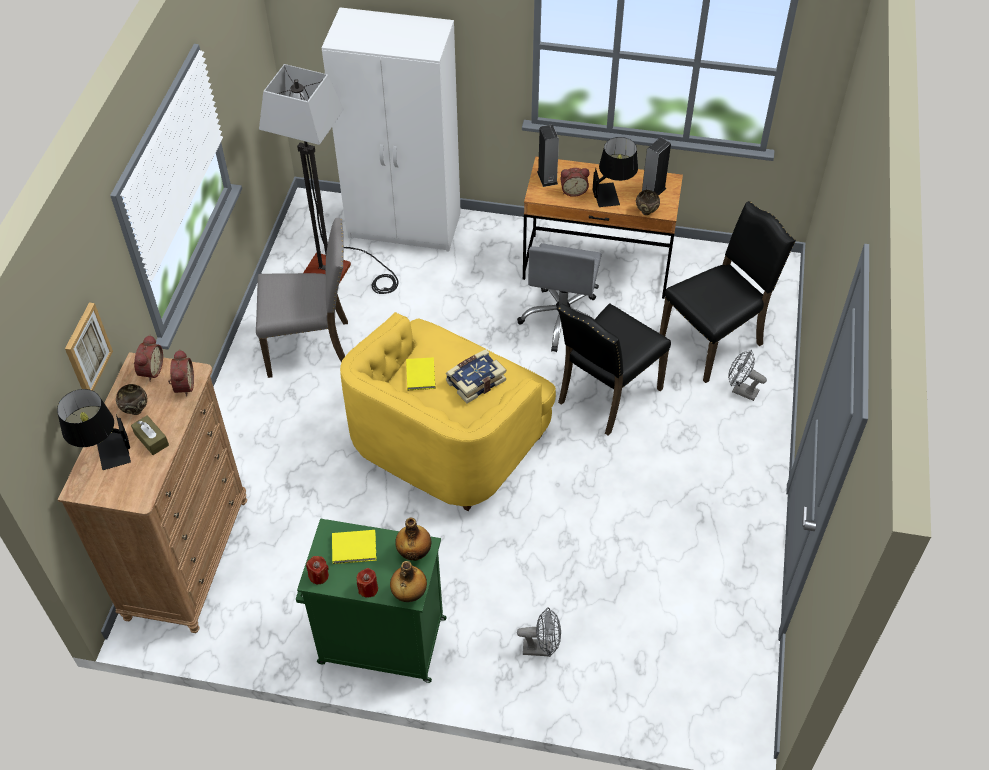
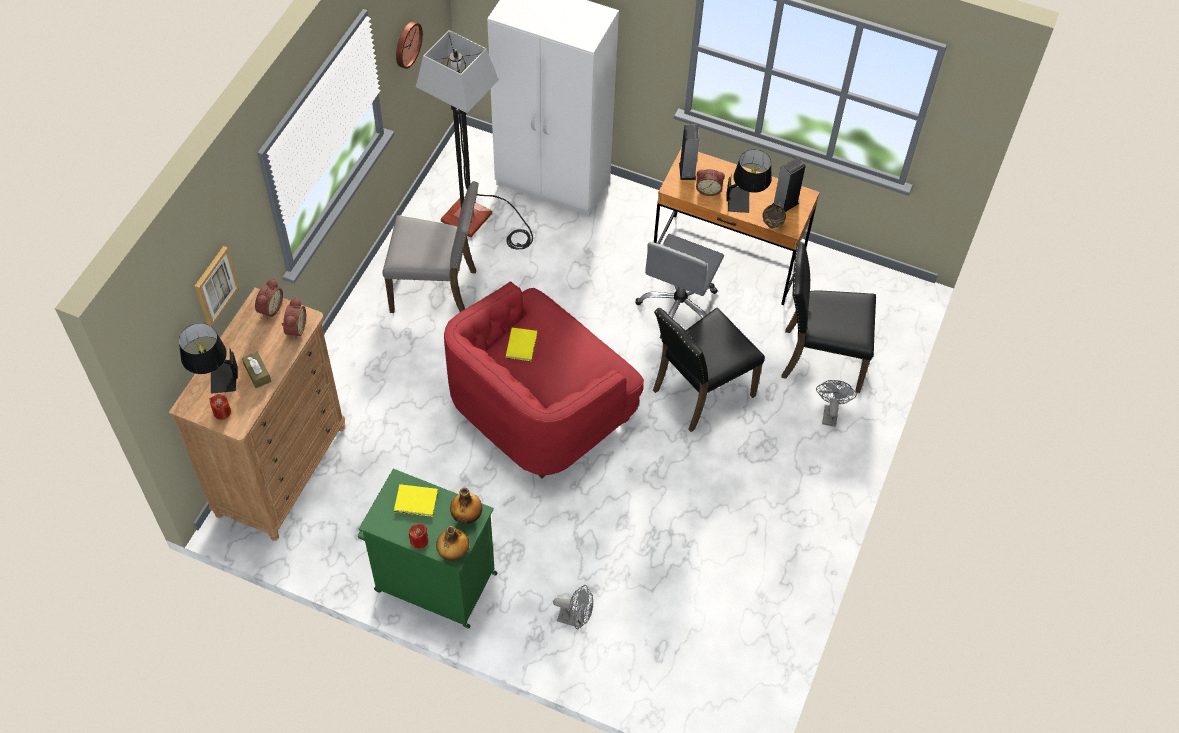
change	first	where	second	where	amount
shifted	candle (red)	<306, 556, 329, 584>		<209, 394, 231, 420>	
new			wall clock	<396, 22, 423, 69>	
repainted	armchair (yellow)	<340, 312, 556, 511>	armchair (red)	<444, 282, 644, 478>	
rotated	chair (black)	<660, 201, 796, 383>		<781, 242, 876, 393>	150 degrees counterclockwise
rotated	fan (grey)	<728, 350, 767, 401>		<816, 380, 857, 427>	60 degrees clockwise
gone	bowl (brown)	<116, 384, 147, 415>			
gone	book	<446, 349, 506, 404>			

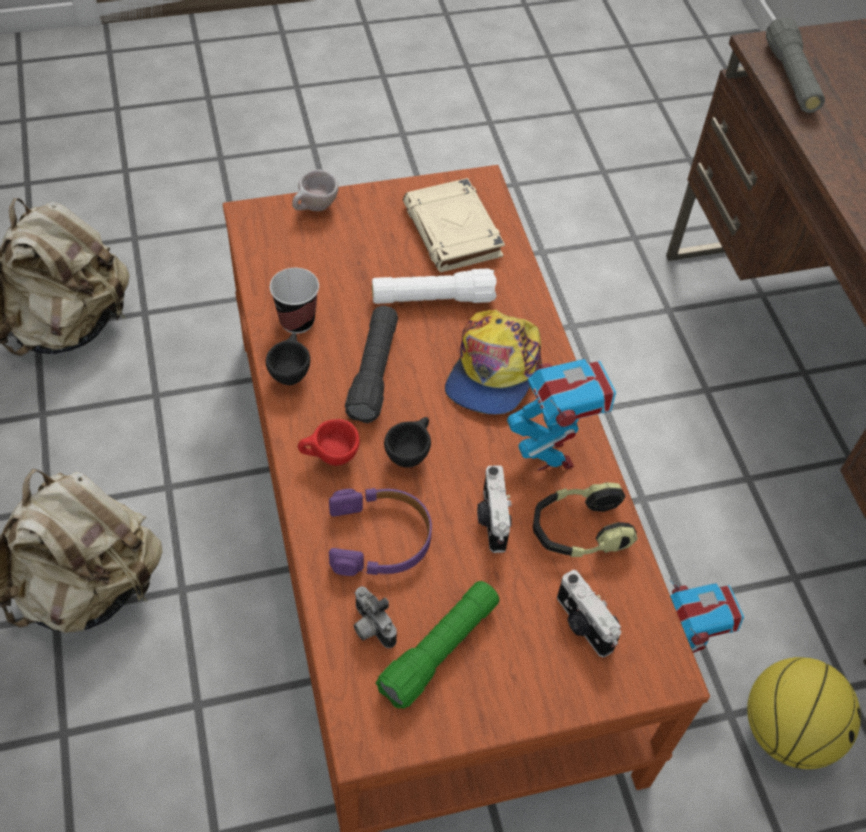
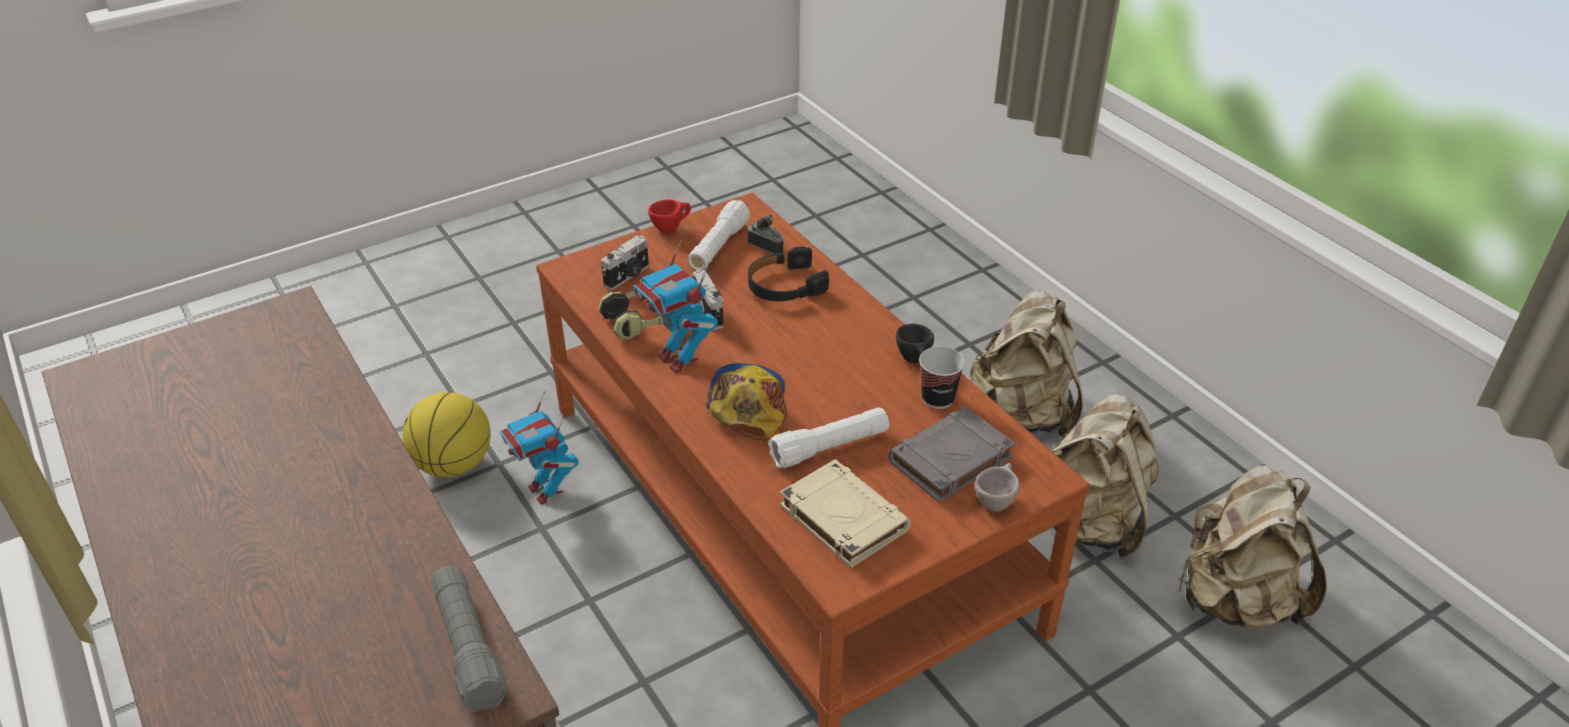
change	first	where	second	where	amount
rotated	photo camera	<557, 570, 621, 657>		<601, 235, 649, 290>	90 degrees clockwise
shifted	cup (red)	<298, 419, 360, 466>		<648, 199, 691, 233>	
repainted	flashlight (green)	<375, 581, 499, 709>	flashlight (white)	<688, 200, 750, 270>	
repainted	headphones (purple)	<329, 488, 432, 576>	headphones (black)	<748, 247, 829, 301>	
new			book (grey)	<888, 406, 1015, 502>	
new			backpack (beige)	<1051, 394, 1159, 559>	
gone	flashlight (black)	<345, 306, 398, 423>			
gone	cup (black)	<384, 417, 431, 468>			

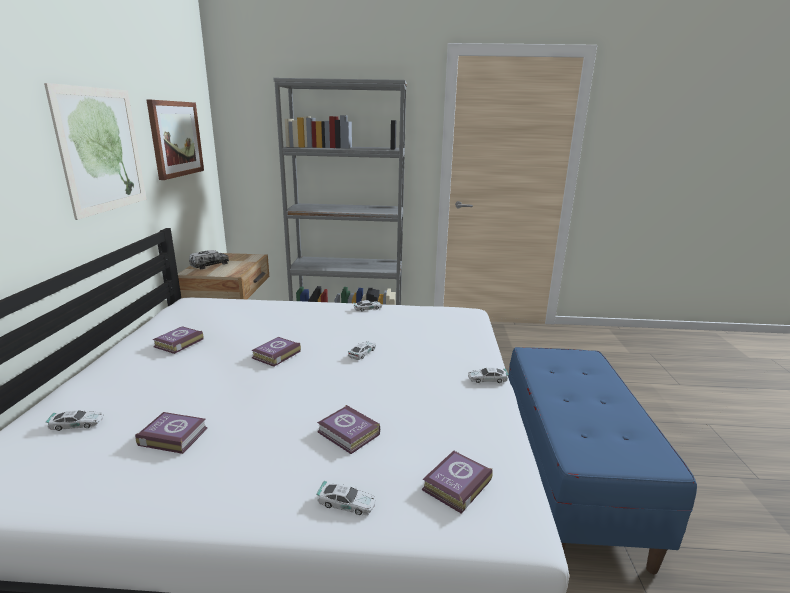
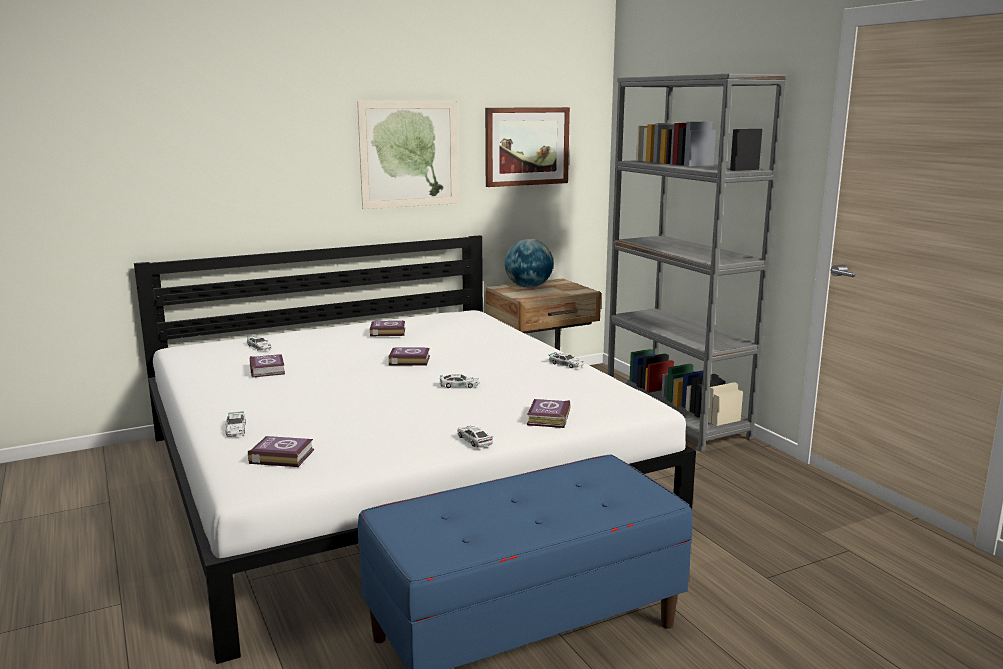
change	first	where	second	where	amount
swapped	toy truck	<189, 250, 229, 269>	globe	<505, 239, 553, 288>	
shifted	book	<317, 405, 380, 454>		<527, 399, 571, 428>	

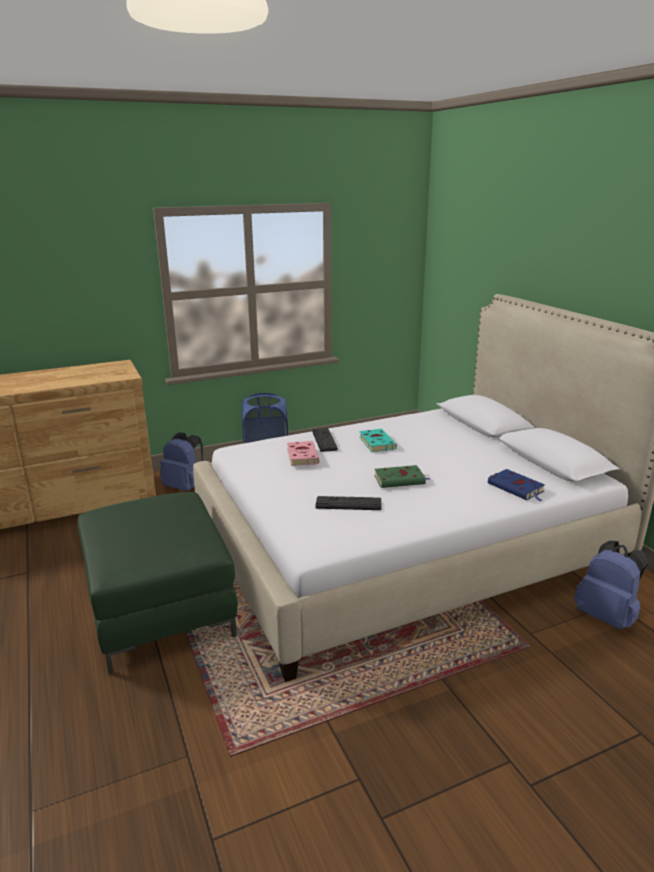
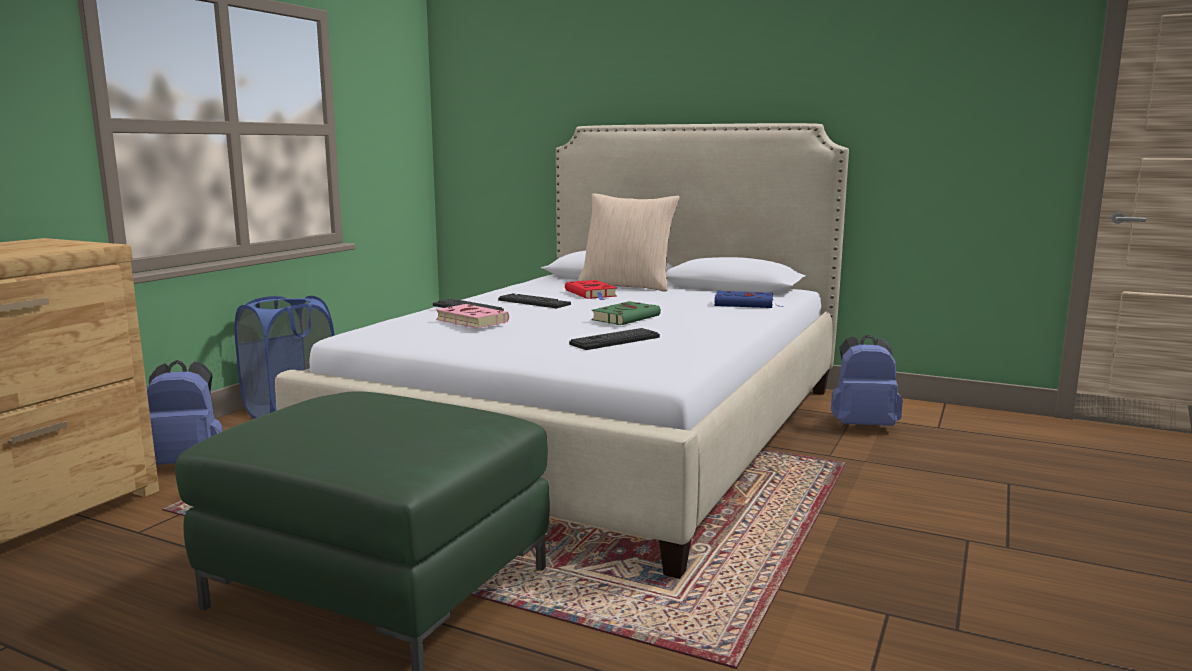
change	first	where	second	where	amount
swapped	book (turquoise)	<359, 429, 397, 452>	keyboard	<498, 293, 571, 308>	
new			book (red)	<565, 280, 617, 300>	
new			pillow (beige)	<578, 194, 680, 292>	

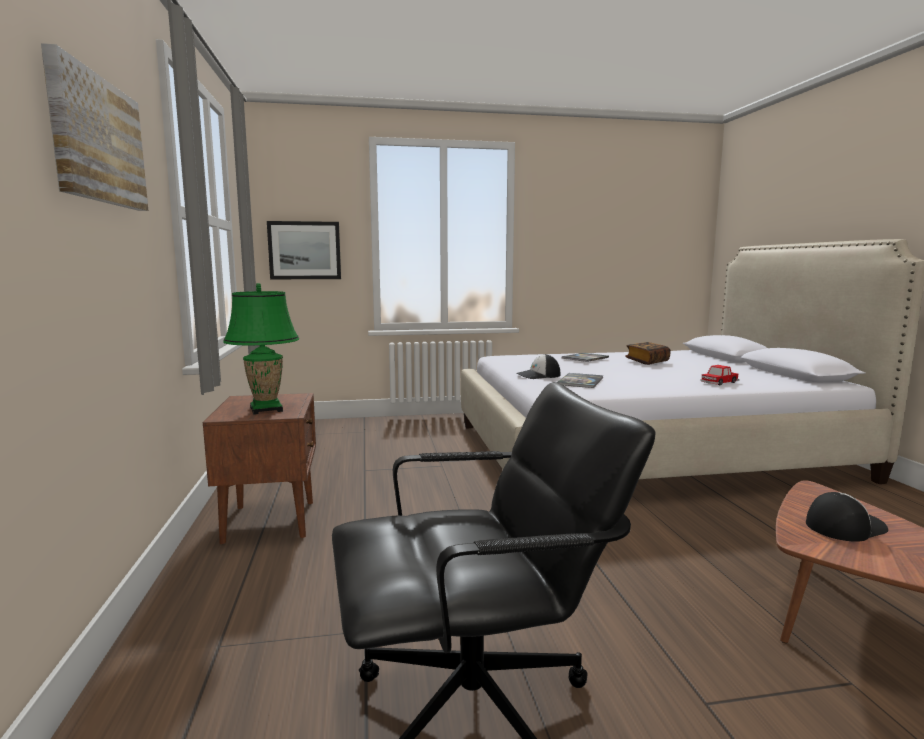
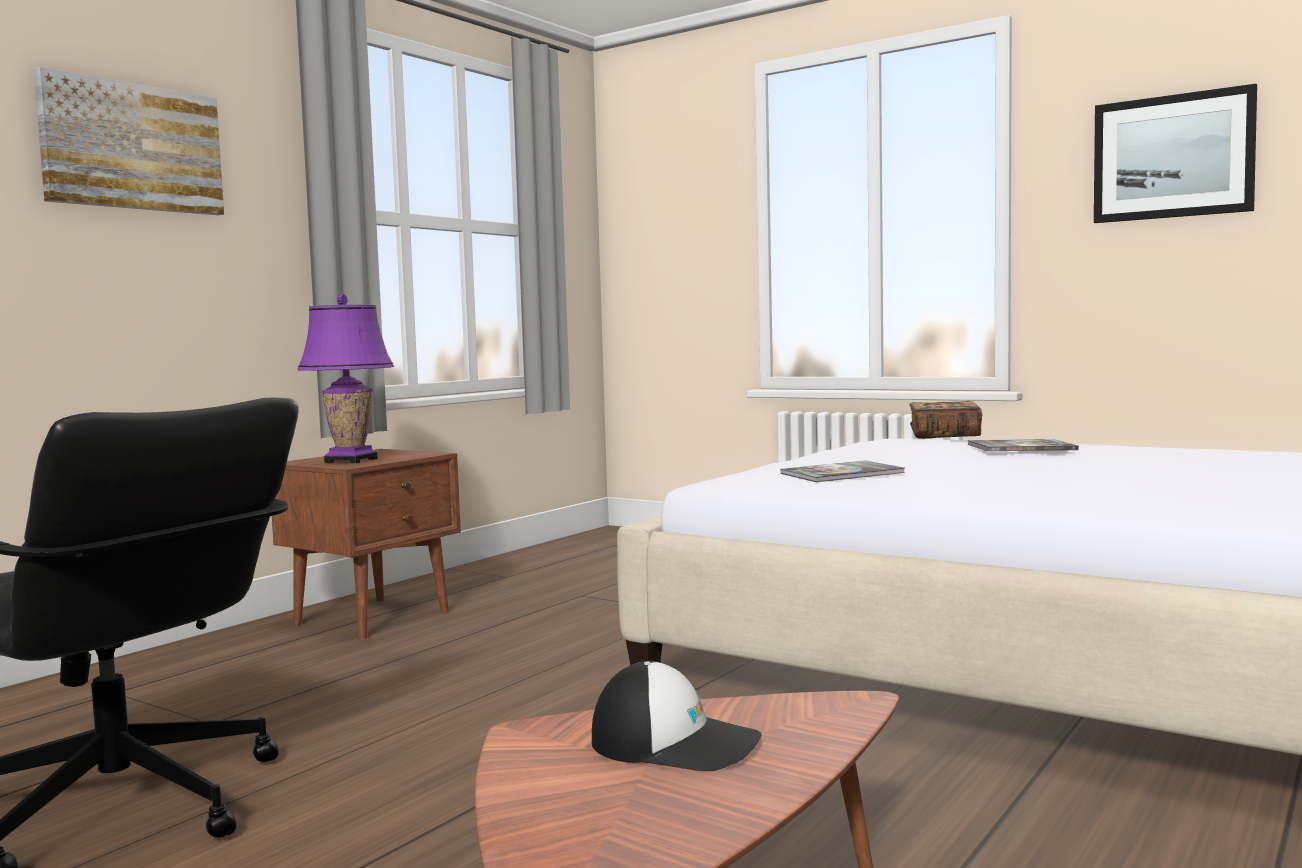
change	first	where	second	where	amount
repainted	table lamp (green)	<223, 283, 299, 415>	table lamp (purple)	<297, 294, 394, 463>	
shifted	book	<625, 342, 671, 365>		<909, 401, 982, 439>	
shifted	picture	<267, 221, 341, 279>		<1094, 84, 1257, 223>	
gone	cap	<516, 354, 560, 379>			
gone	toy car	<700, 365, 739, 385>			

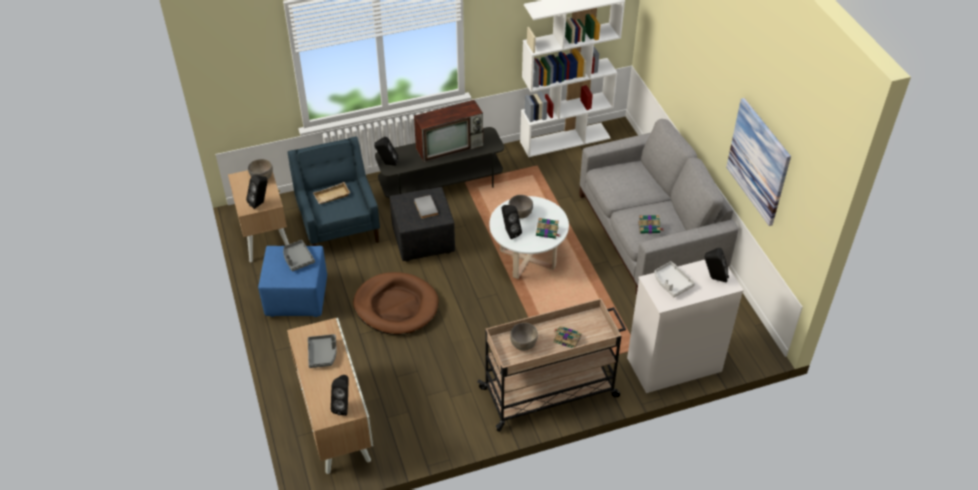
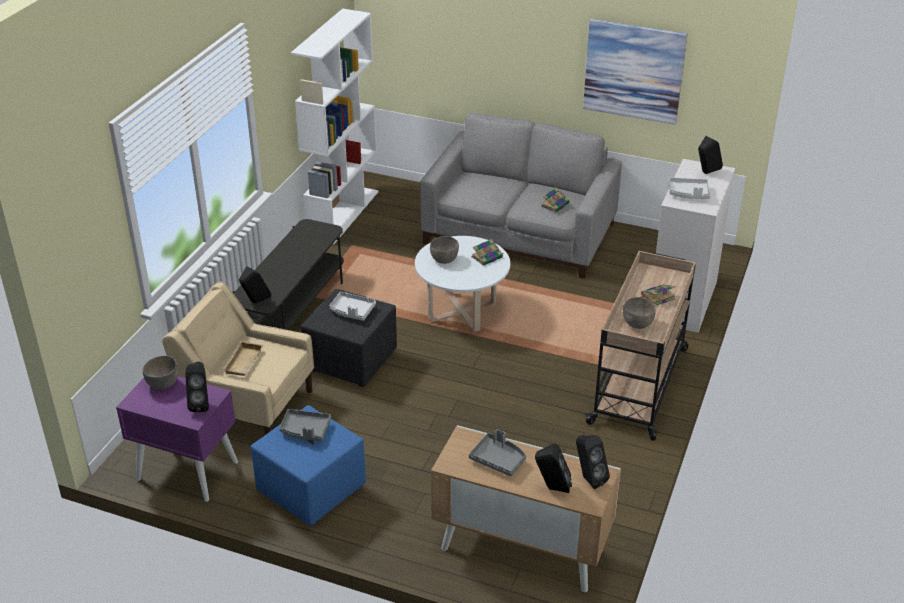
change	first	where	second	where	amount
repainted	nightstand (beige)	<228, 170, 289, 262>	nightstand (purple)	<116, 376, 238, 502>	
repainted	armchair (blue)	<288, 136, 380, 246>	armchair (beige)	<162, 282, 314, 435>	
swapped	book (grey)	<414, 195, 439, 219>	tray (grey)	<330, 292, 376, 321>	
shifted	speaker (black)	<501, 205, 522, 239>		<535, 443, 572, 493>	
gone	dog bed (brown)	<353, 272, 439, 335>			
gone	television	<414, 100, 483, 162>			

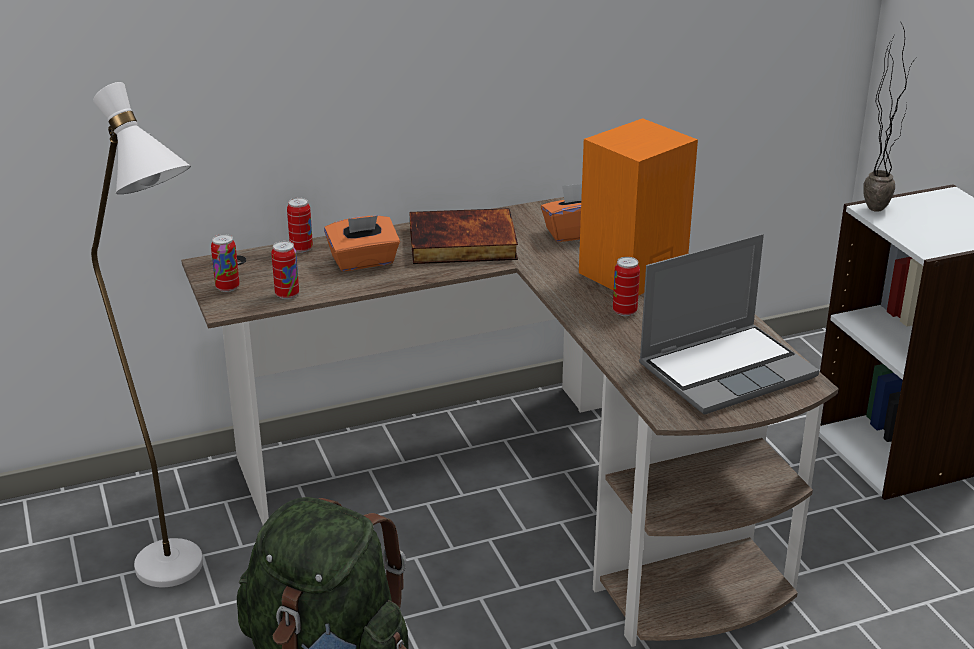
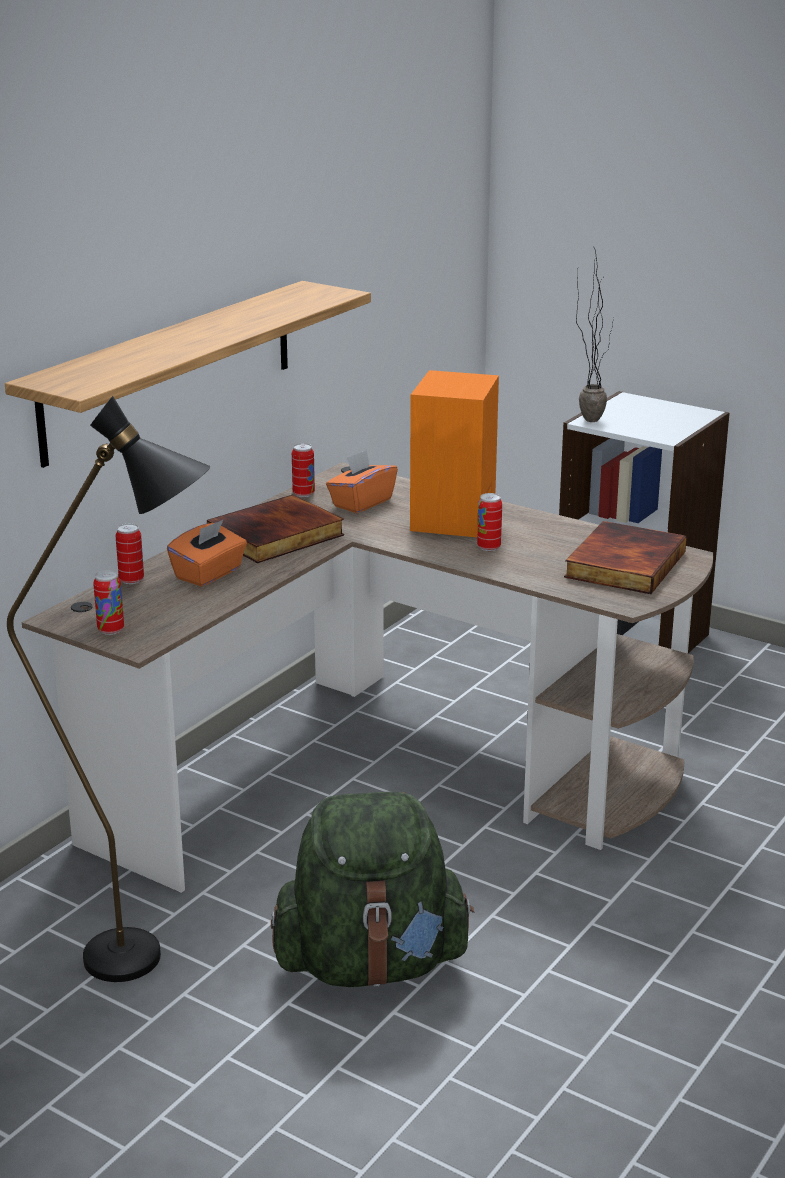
change	first	where	second	where	amount
new			shelf	<5, 281, 371, 468>	
repainted	floor lamp (white)	<91, 82, 203, 587>	floor lamp (black)	<7, 396, 210, 982>	
shifted	can	<271, 241, 299, 299>		<292, 443, 315, 497>	
swapped	laptop	<639, 234, 820, 415>	book	<564, 521, 687, 594>	

